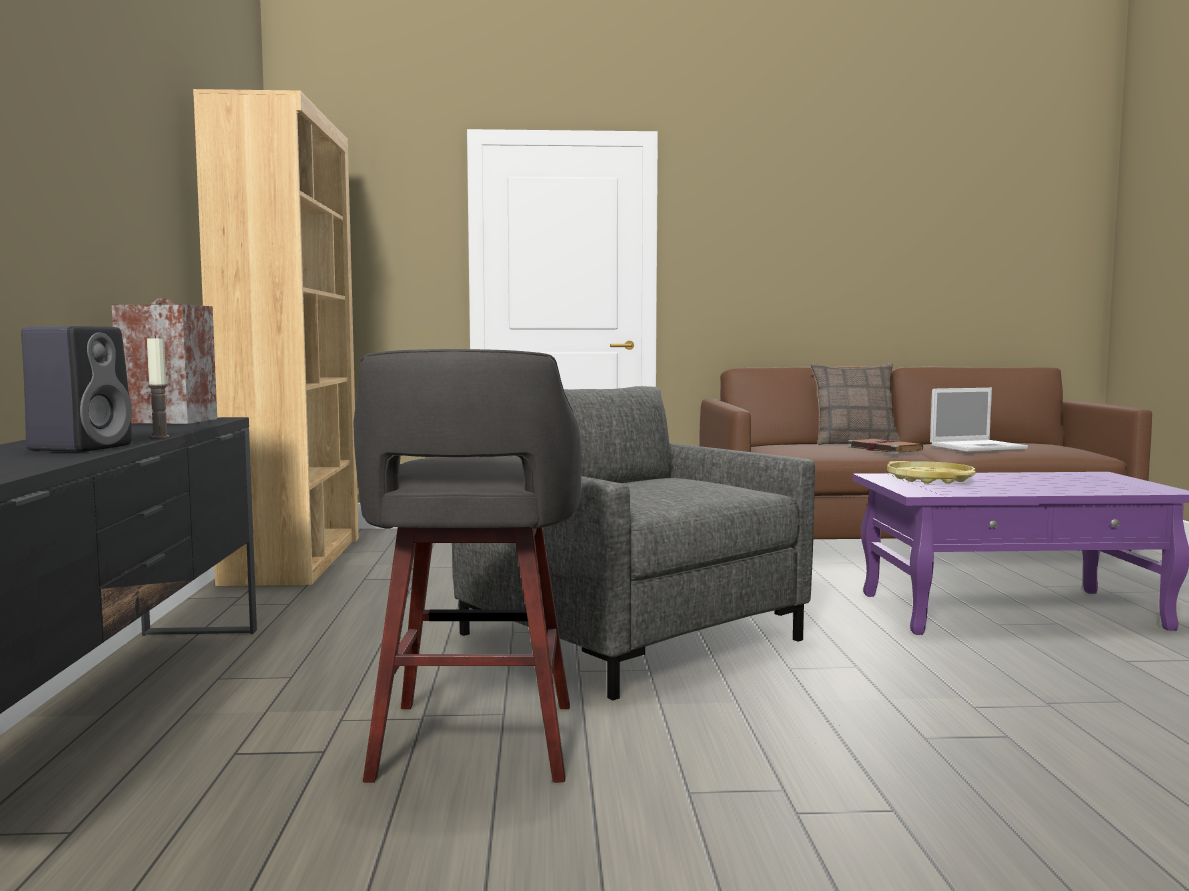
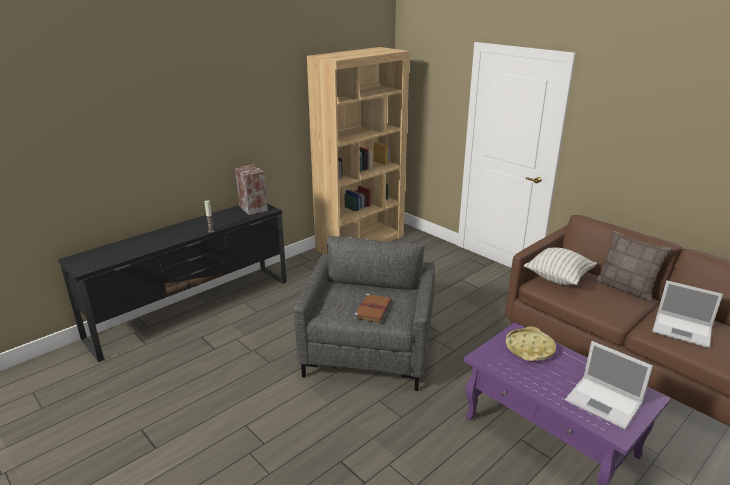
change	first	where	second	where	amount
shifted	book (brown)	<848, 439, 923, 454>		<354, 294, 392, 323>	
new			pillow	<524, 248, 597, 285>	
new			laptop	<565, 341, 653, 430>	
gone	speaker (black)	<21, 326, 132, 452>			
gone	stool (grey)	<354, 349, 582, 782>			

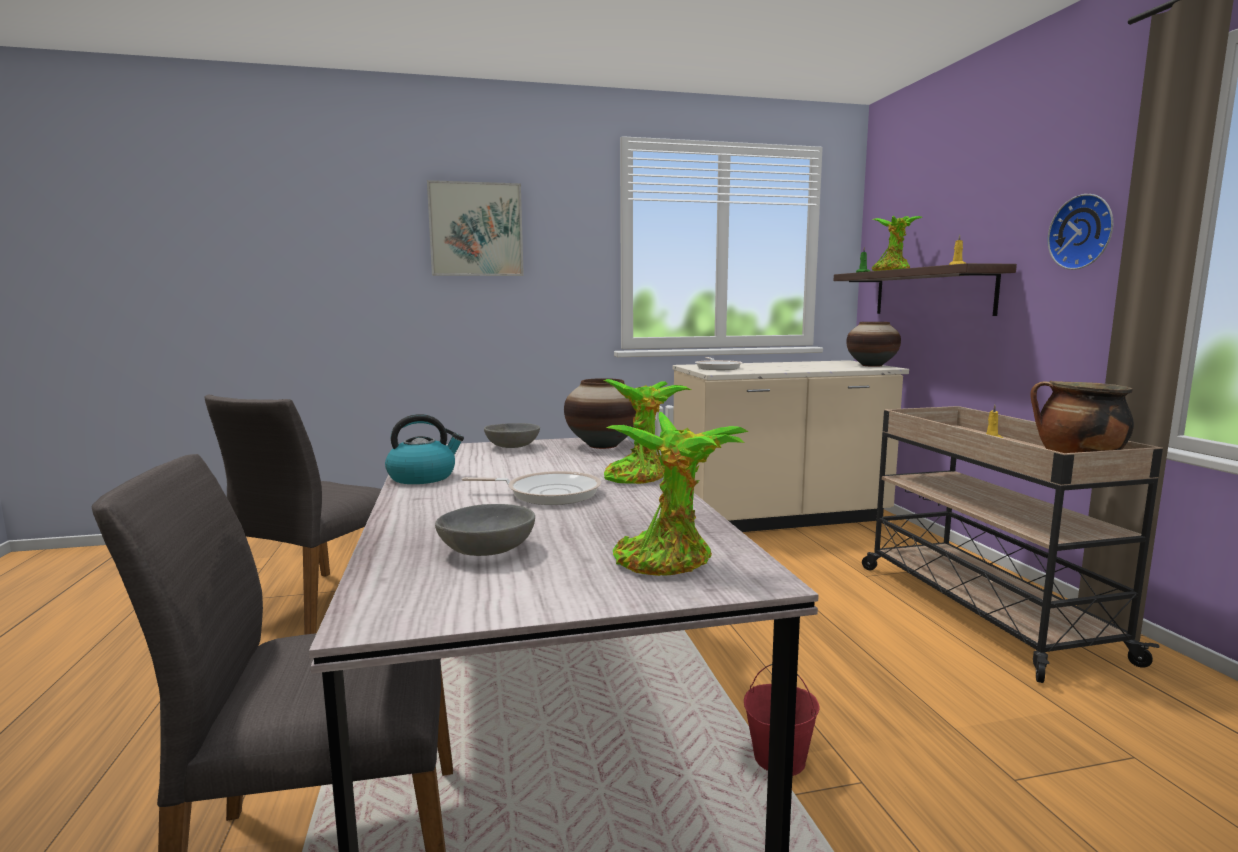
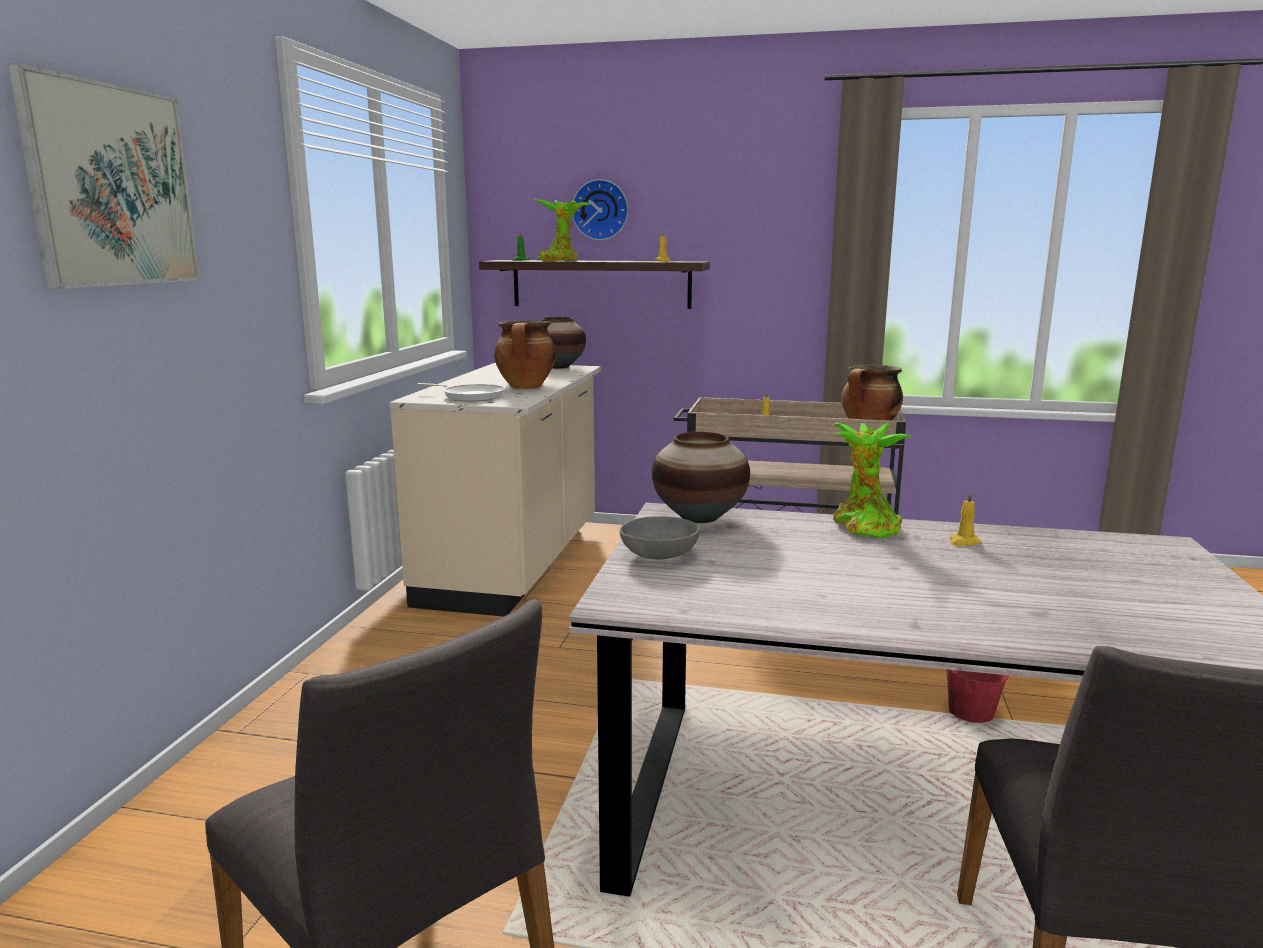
change	first	where	second	where	amount
new			cooking pot	<494, 320, 556, 389>	
shifted	wall clock	<1047, 194, 1113, 270>		<572, 179, 628, 241>	
new			candle (yellow)	<950, 491, 981, 546>	
gone	kettle	<385, 414, 464, 484>			
gone	bowl (grey)	<435, 504, 535, 556>			
gone	frying pan	<462, 471, 601, 505>			
gone	potted plant	<606, 412, 749, 576>			

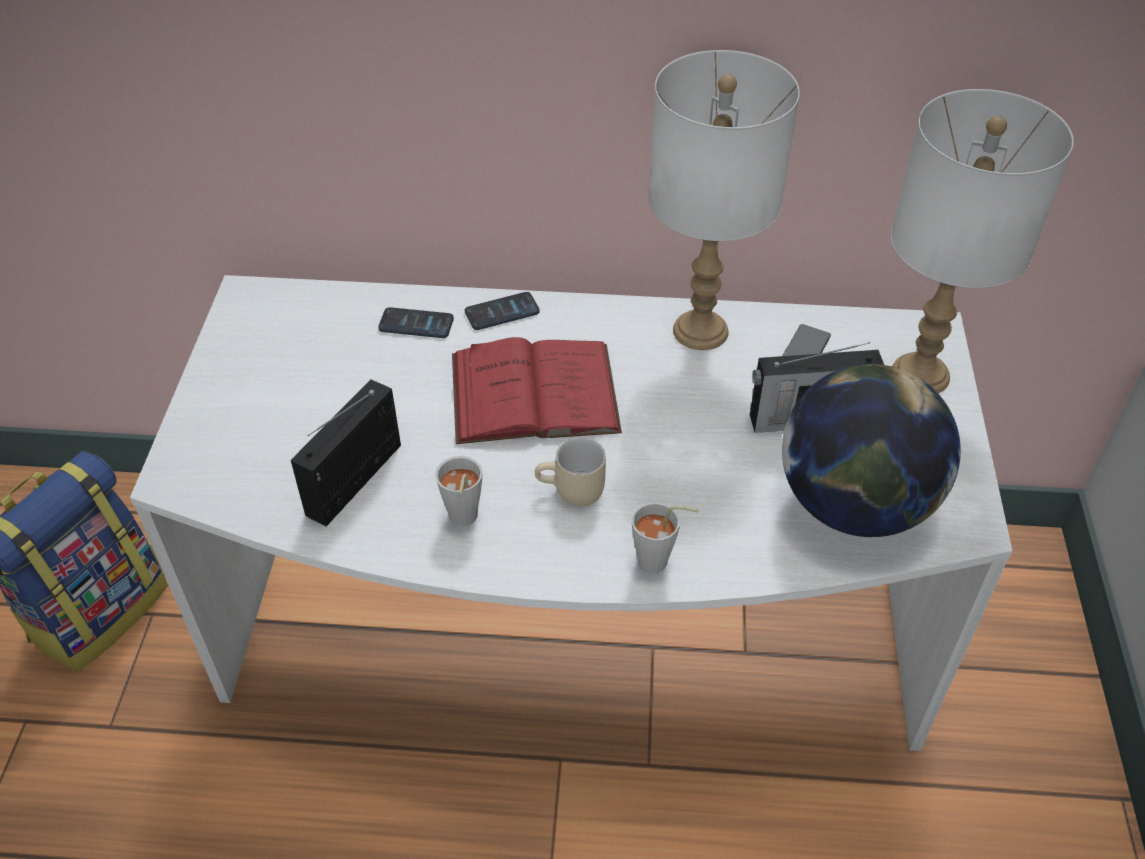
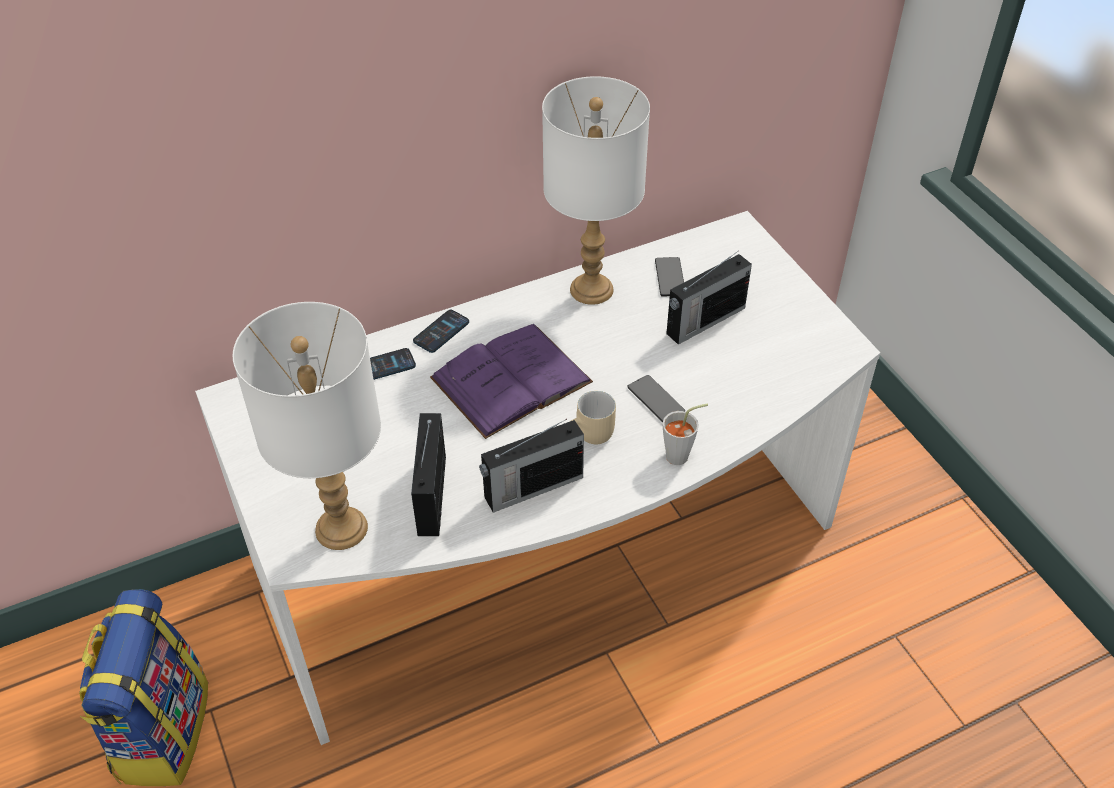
change	first	where	second	where	amount
shifted	table lamp (white)	<891, 89, 1074, 393>		<233, 302, 381, 550>	
repainted	book (red)	<452, 337, 622, 444>	book (purple)	<430, 324, 593, 439>	
swapped	cup (grey)	<435, 456, 483, 526>	radio	<479, 419, 584, 512>	
new			phone	<627, 375, 685, 423>	
gone	globe	<782, 364, 961, 537>			

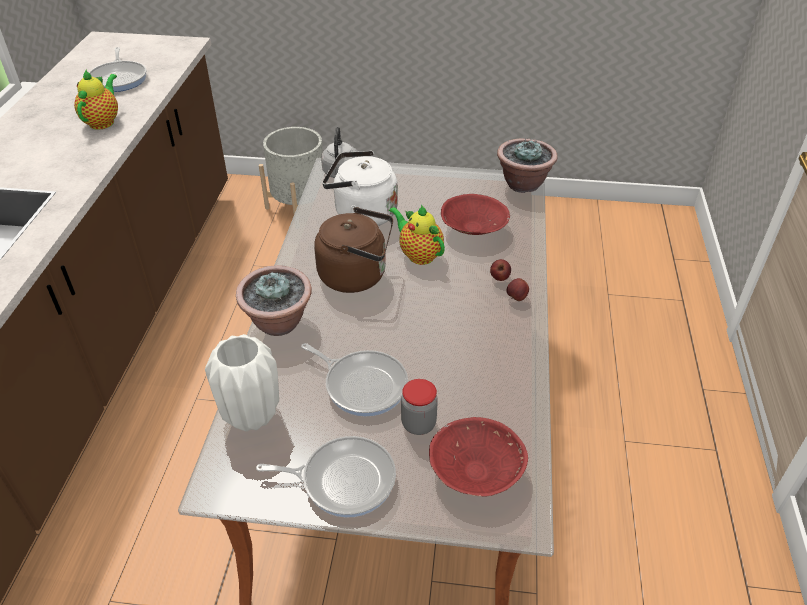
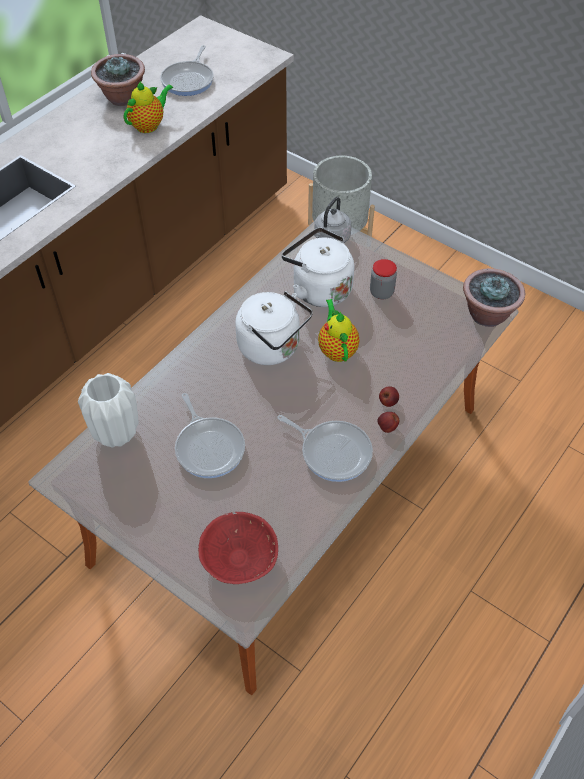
change	first	where	second	where	amount
shifted	potted plant	<236, 265, 312, 336>		<91, 54, 145, 106>	
repainted	kettle (brown)	<314, 207, 393, 293>	kettle (white)	<235, 291, 313, 365>	
shifted	frying pan	<256, 436, 396, 518>		<277, 415, 373, 482>	
shifted	jar	<401, 379, 438, 435>		<370, 259, 397, 299>	
gone	bowl (red)	<441, 194, 510, 235>			

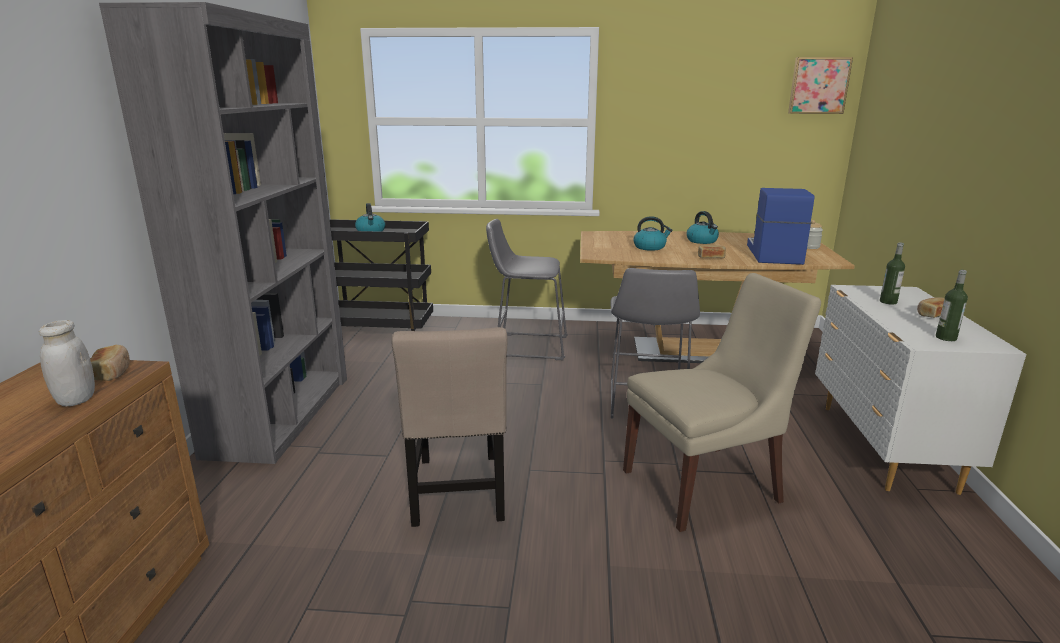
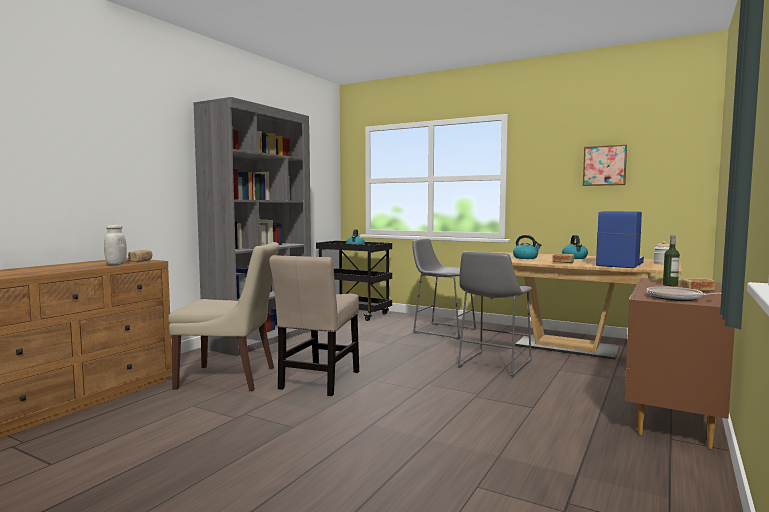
change	first	where	second	where	amount
shifted	chair (beige)	<623, 273, 821, 532>		<168, 242, 279, 391>	
shifted	picture	<788, 57, 853, 114>		<583, 144, 627, 186>	
repainted	dresser (white)	<815, 285, 1027, 495>	dresser (brown)	<624, 278, 735, 449>	
swapped	bottle	<936, 270, 968, 341>	frying pan	<647, 286, 721, 301>	

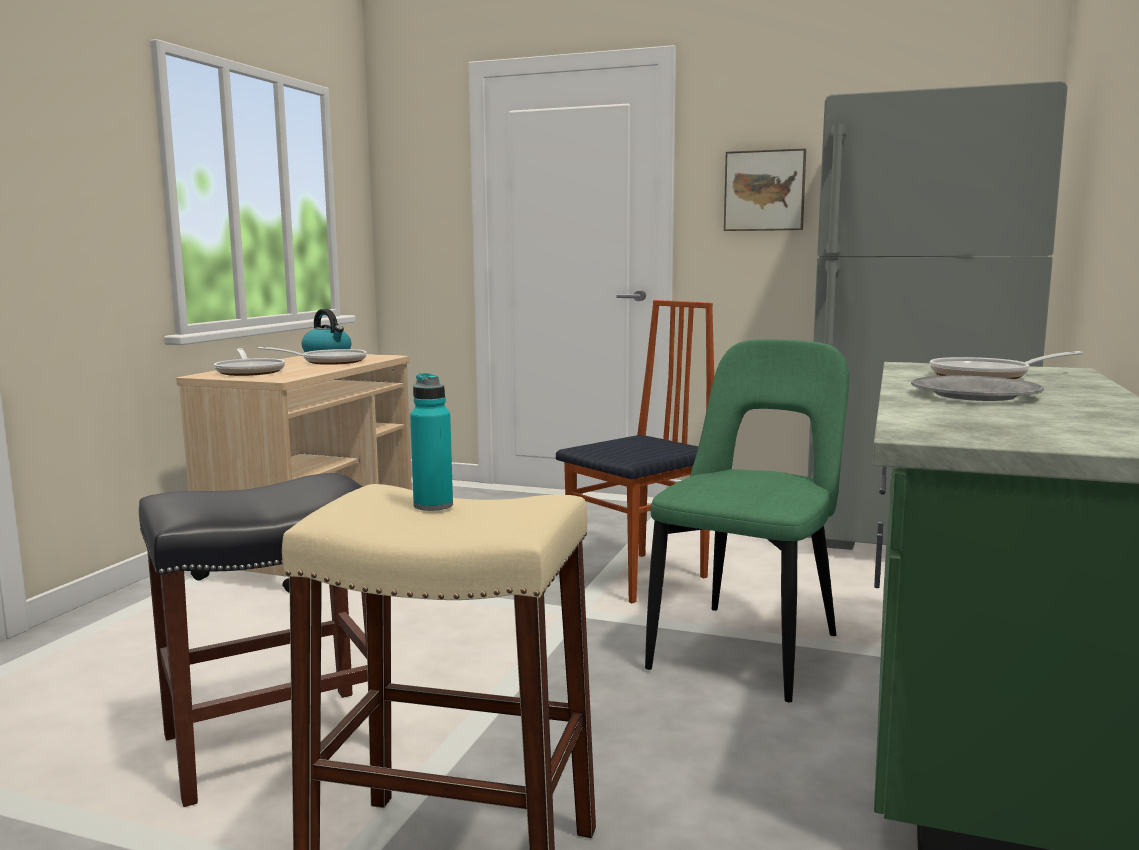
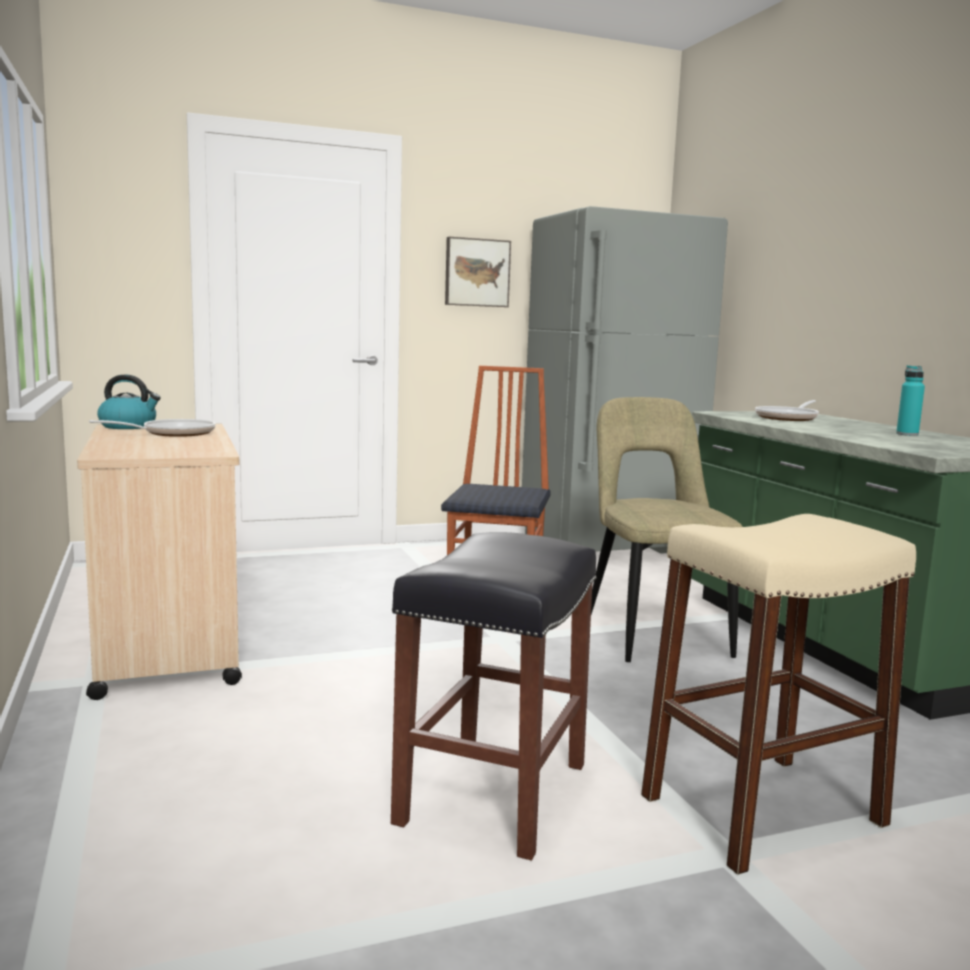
change	first	where	second	where	amount
repainted	chair (green)	<645, 339, 849, 702>	chair (beige)	<591, 397, 743, 662>	
shifted	bottle (turquoise)	<410, 373, 453, 511>		<896, 365, 925, 436>	
gone	frying pan	<214, 348, 285, 376>			
gone	plate (grey)	<911, 375, 1044, 401>			

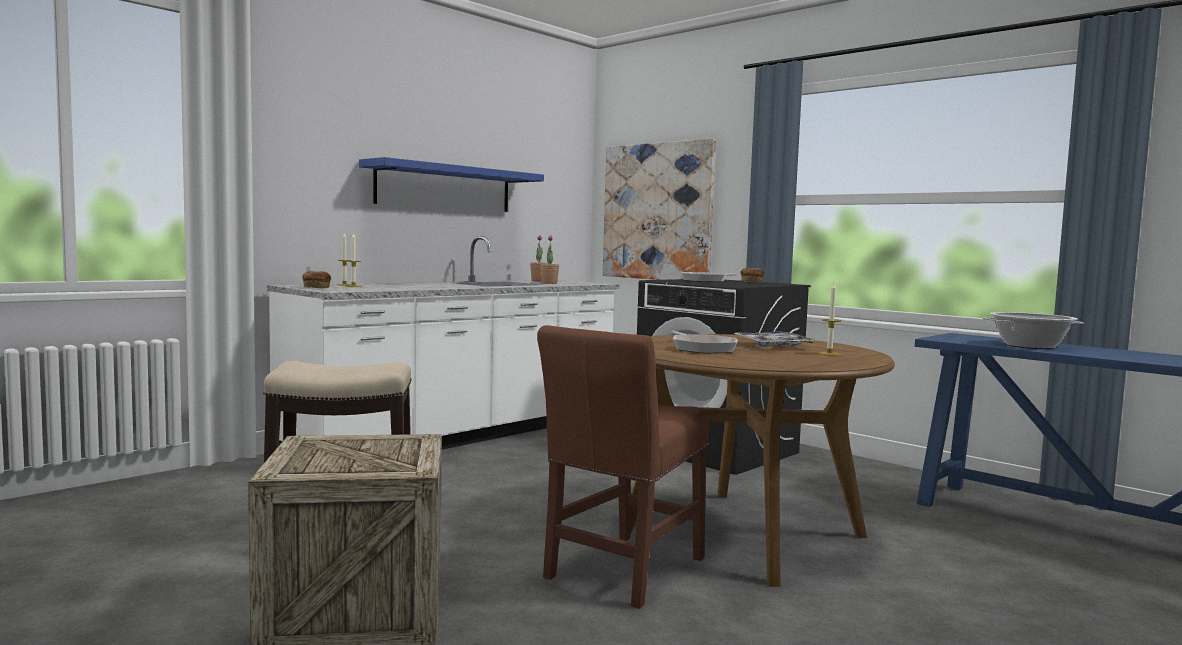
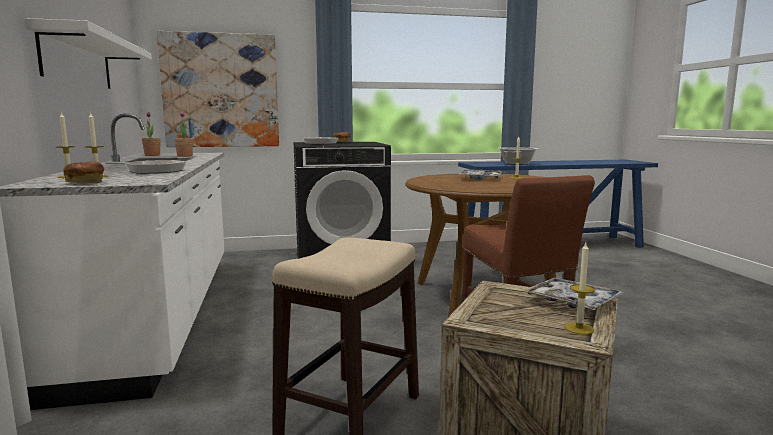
change	first	where	second	where	amount
repainted	shelf (blue)	<359, 157, 544, 212>	shelf (white)	<24, 18, 152, 89>	
shifted	frying pan	<671, 331, 738, 354>		<105, 160, 186, 174>	
new			tray	<523, 278, 624, 310>	
new			candle	<565, 243, 595, 335>	

